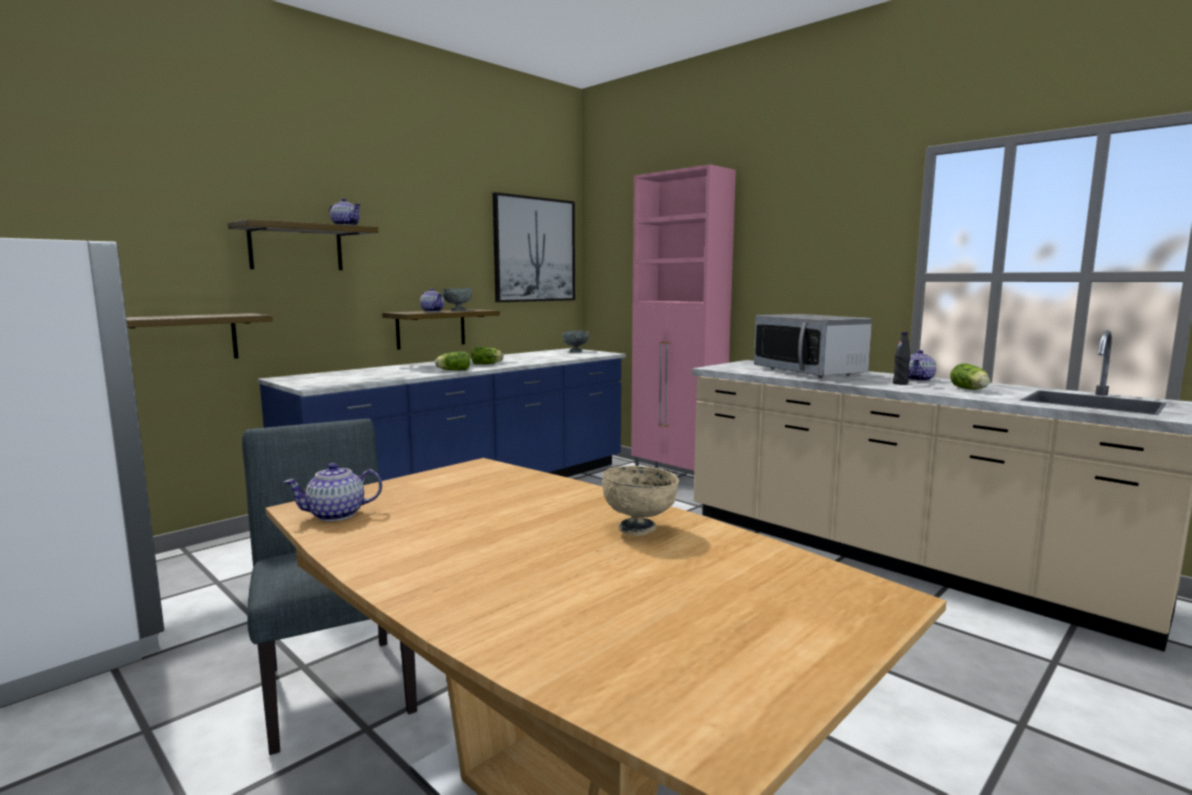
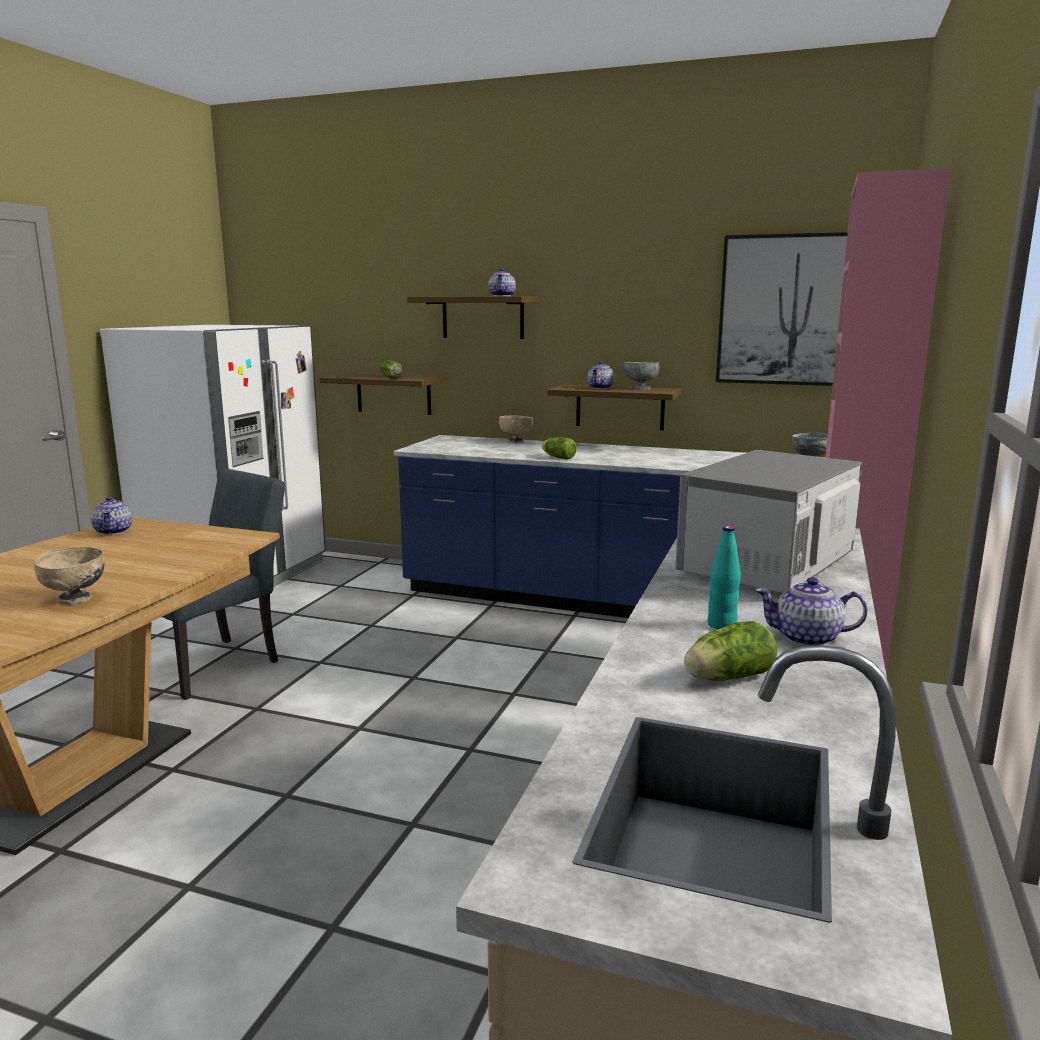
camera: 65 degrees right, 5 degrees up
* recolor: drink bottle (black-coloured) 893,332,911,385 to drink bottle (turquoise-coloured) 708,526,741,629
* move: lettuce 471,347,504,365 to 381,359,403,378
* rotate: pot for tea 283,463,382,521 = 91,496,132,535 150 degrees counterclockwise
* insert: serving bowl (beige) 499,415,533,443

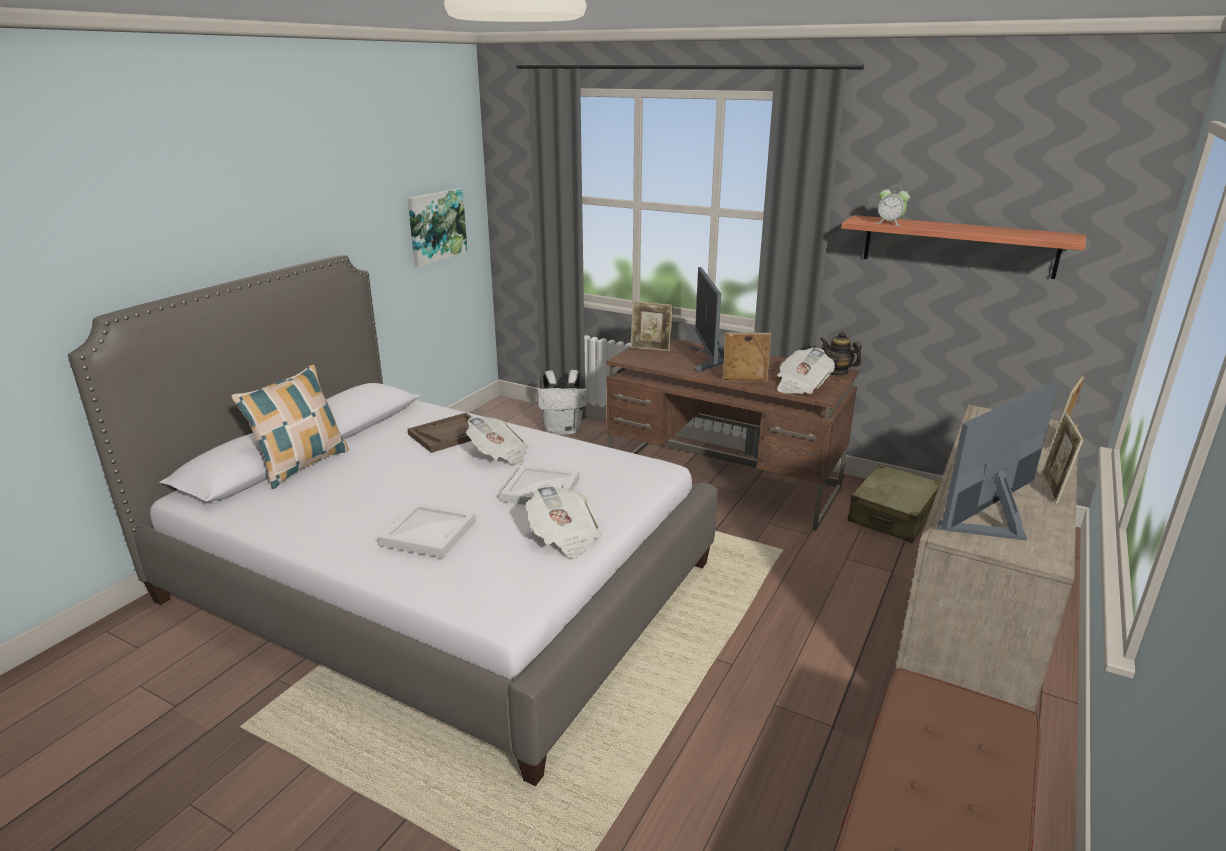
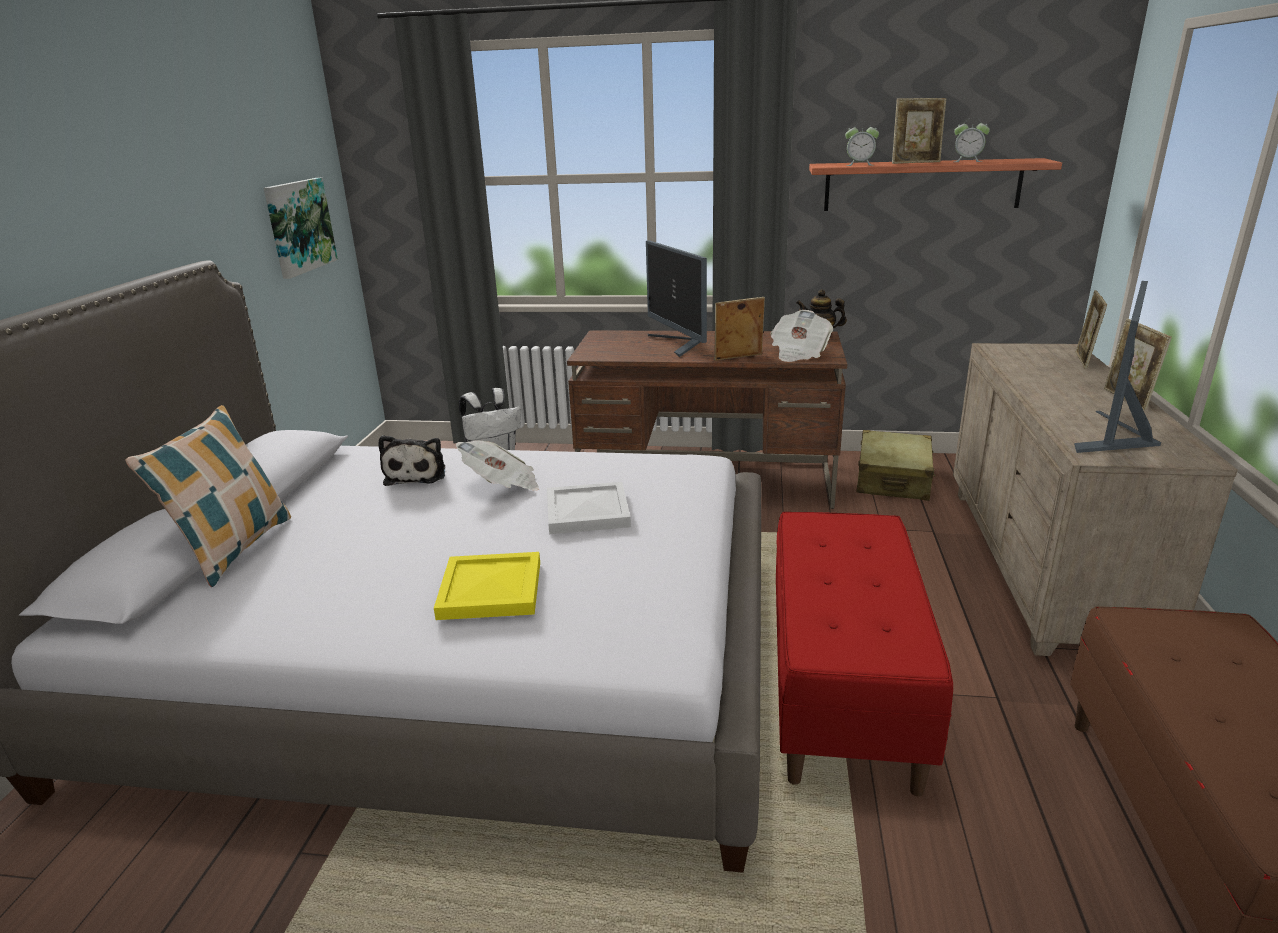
camera: 20 degrees left, 0 degrees up
* move: picture frame 631,301,673,351 to 892,98,946,164
* replace: serving tray (brown-coloured) 408,413,472,453 to cuddly toy 378,435,445,486
* delete: daily paper 526,485,602,558
* recolor: serving tray (white) 379,503,476,558 to serving tray (yellow-coloured) 434,552,540,620
* insert: table clock 954,118,990,162
* insert: bench (red) 776,512,953,797

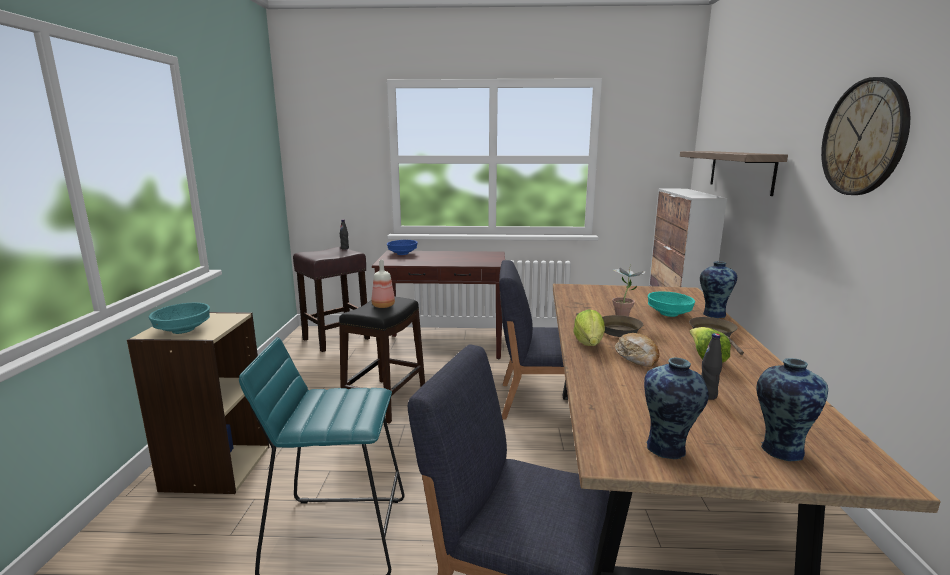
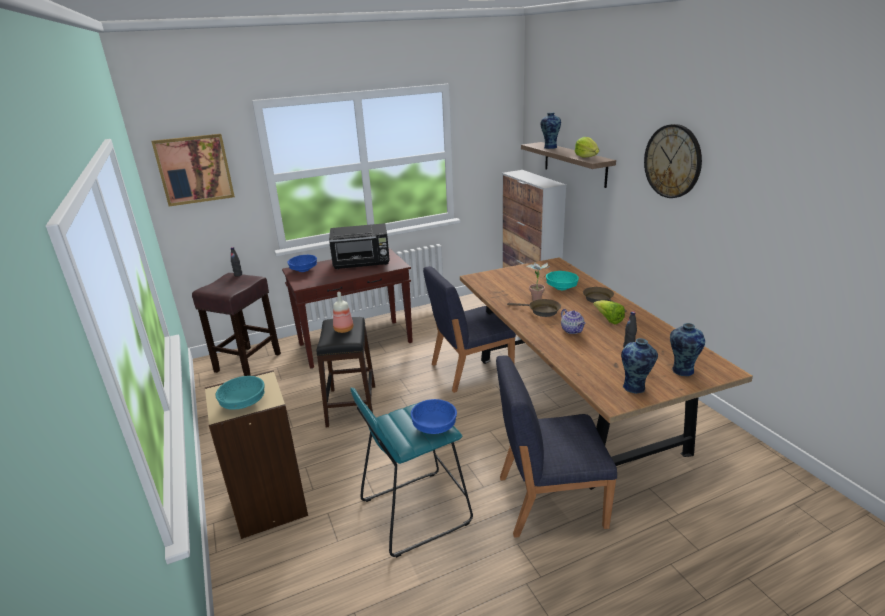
camera: 25 degrees left, 10 degrees up
* move: flower vase 700,261,737,318 to 540,112,561,149
* move: lettuce 573,309,605,346 to 575,137,599,158
* replace: bakery bread 615,333,659,367 to pot for tea 561,309,586,334
* insert: wall art 151,134,235,207
* insert: microwave oven (black-coloured) 329,223,390,269
* insert: serving bowl (blue-coloured) 411,399,457,434

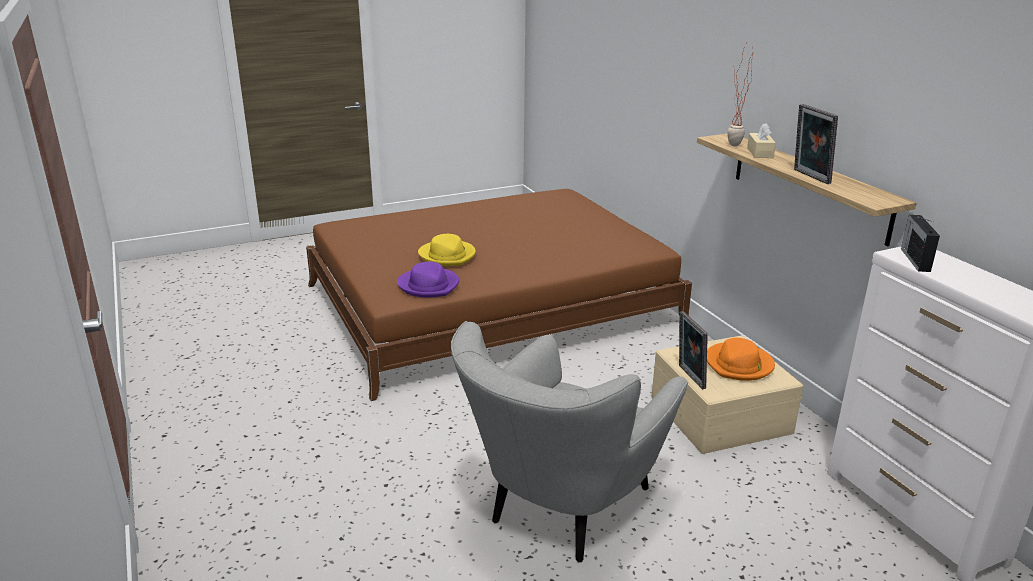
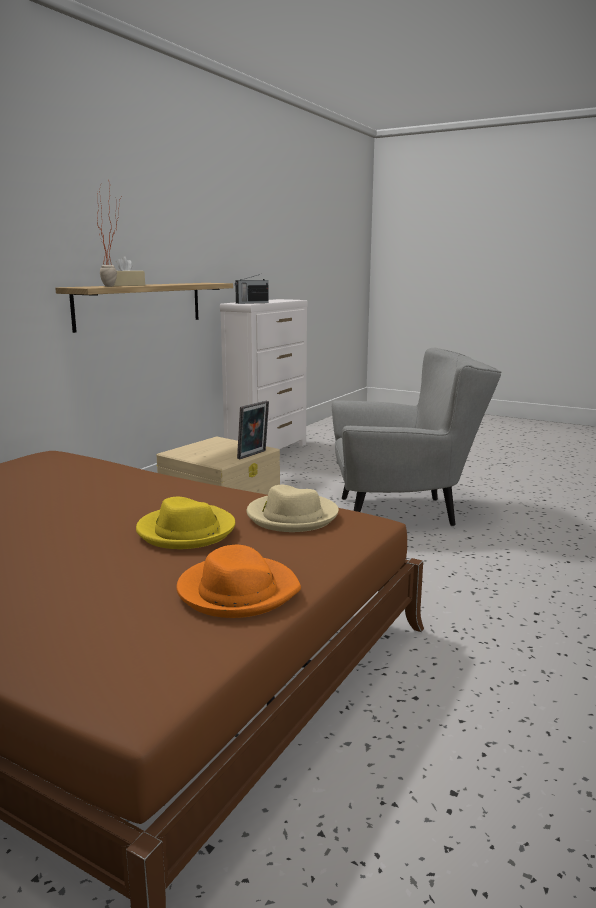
camera: 125 degrees left, 10 degrees down
* delete: picture frame 794,104,838,184
* recolor: wearable hat (purple-coloured) 397,262,459,298 to wearable hat (beige) 247,485,339,532
* move: wearable hat (orange-coloured) 707,337,775,381 to 176,545,301,618

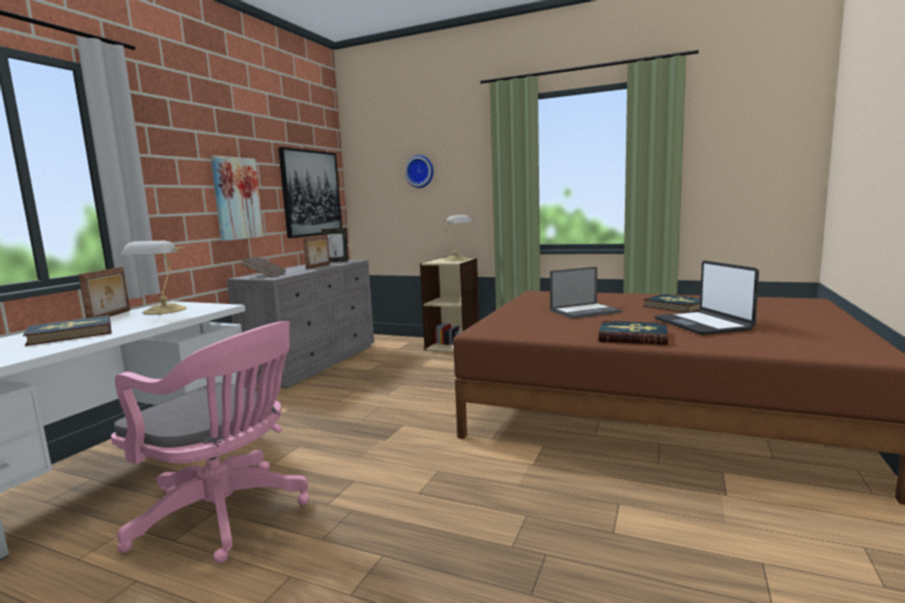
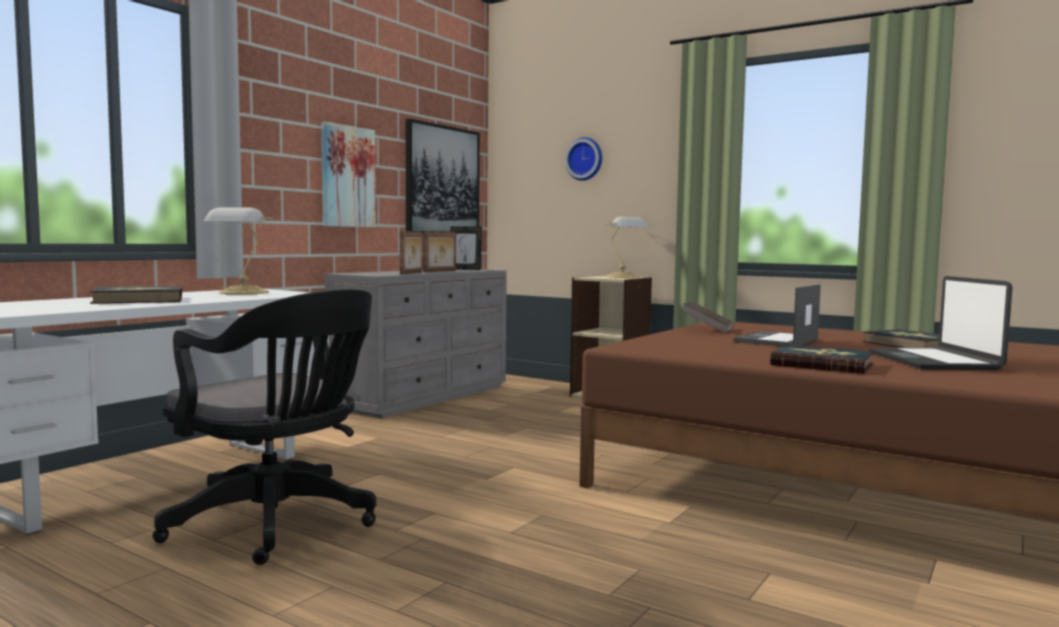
camera: 10 degrees right, 5 degrees down
* move: volume (brown-coloured) 242,257,286,277 to 680,301,735,333
* move: picture frame 78,267,130,318 to 400,231,422,275
* rotate: notebook computer 550,267,622,319 = 734,284,821,347 135 degrees clockwise
* recolor: computer chair (pink-coloured) 111,321,309,564 to computer chair (black-coloured) 152,289,376,565

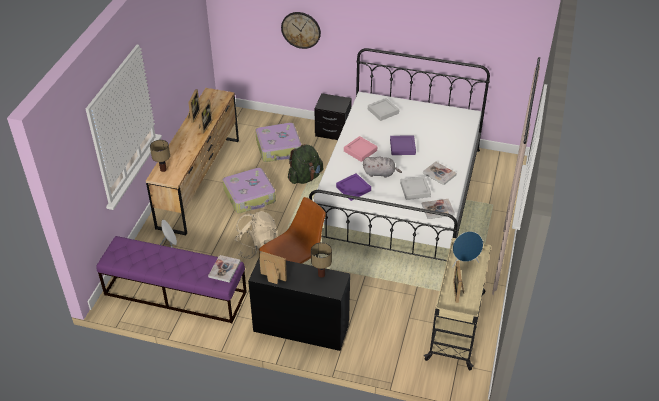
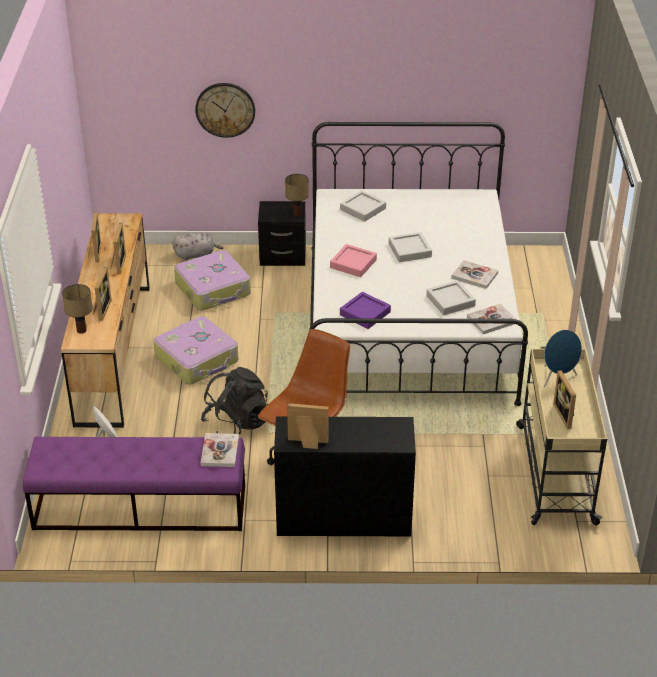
camera: 15 degrees left, 5 degrees down
* recolor: serving tray (purple-coloured) 390,136,416,155 to serving tray (grey) 389,232,432,262
* delete: rucksack (green-coloured) 288,144,323,184
* move: cuddly toy (grey) 363,157,402,178 to 172,233,223,261
* recolor: rucksack (beige) 235,211,278,259 to rucksack (black-coloured) 201,367,268,434
* move: tabletop lamp 311,243,332,278 to 285,174,309,217
* insert: picture frame 92,267,112,321

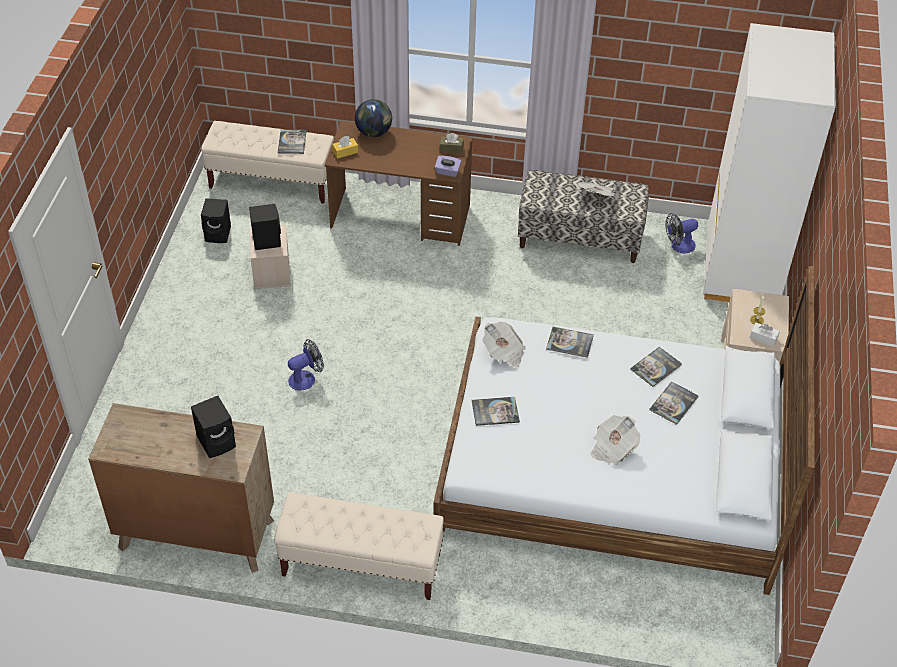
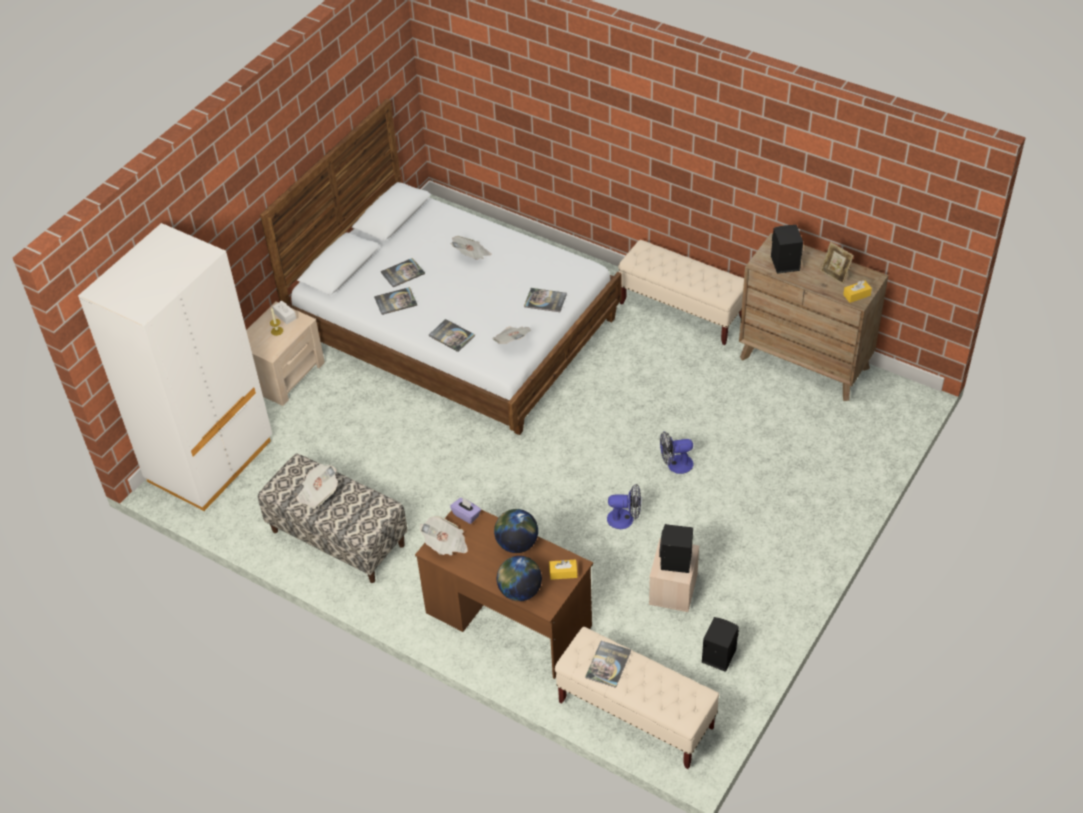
camera: 155 degrees left, 0 degrees up
* replace: box of tissues (brown-coloured) 440,133,464,153 to daily paper 420,516,468,556
* move: cooling fan 665,213,698,253 to 607,484,641,529
* insert: picture frame 820,242,854,284
* insert: box of tissues (yellow-coloured) 843,281,872,303
* insert: world globe 494,509,538,553

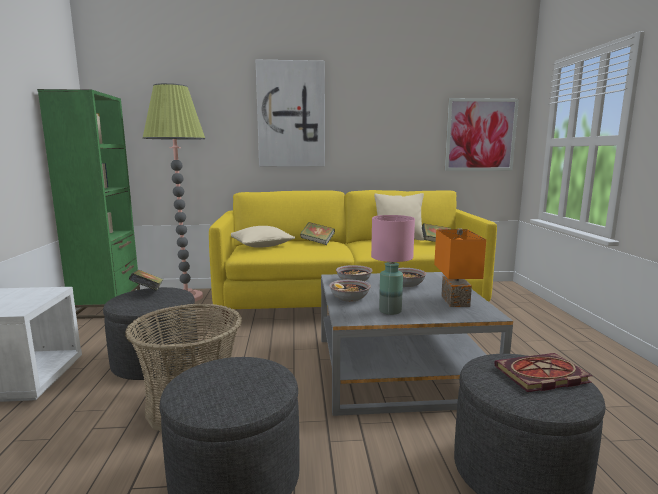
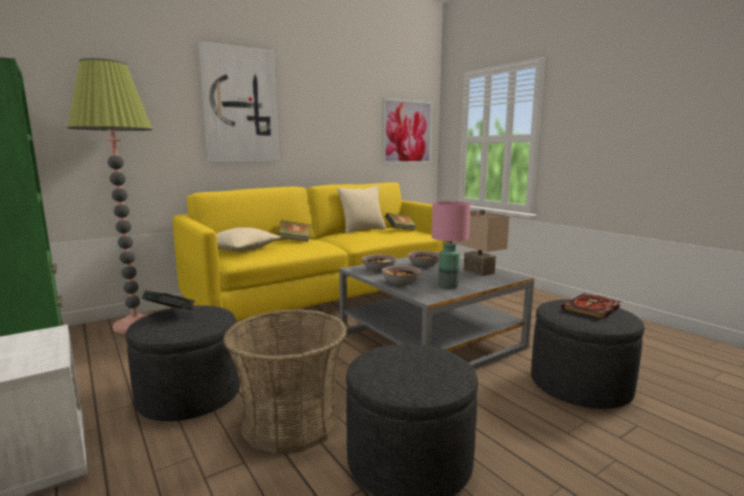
camera: 30 degrees left, 0 degrees up
* recolor: tabletop lamp (orange-coloured) 434,229,486,307 to tabletop lamp (beige) 455,210,509,276

